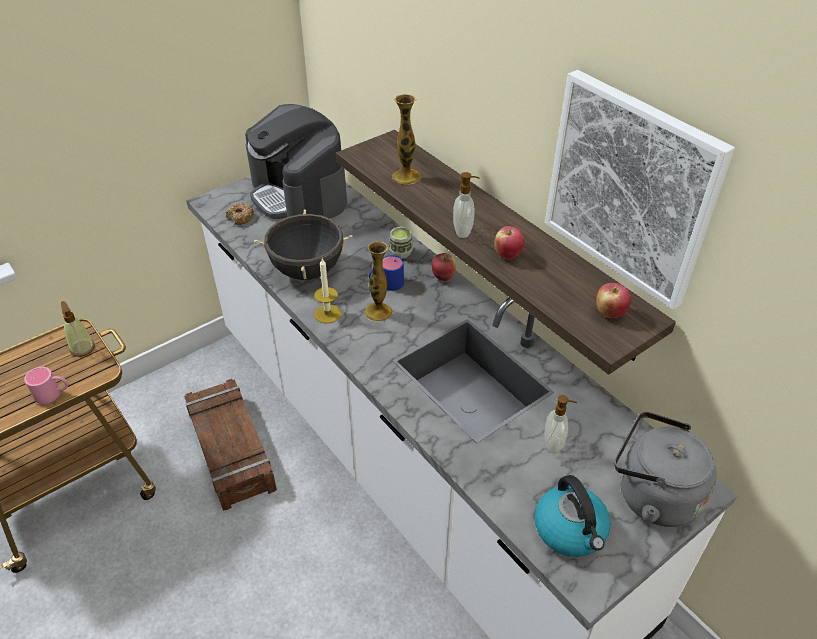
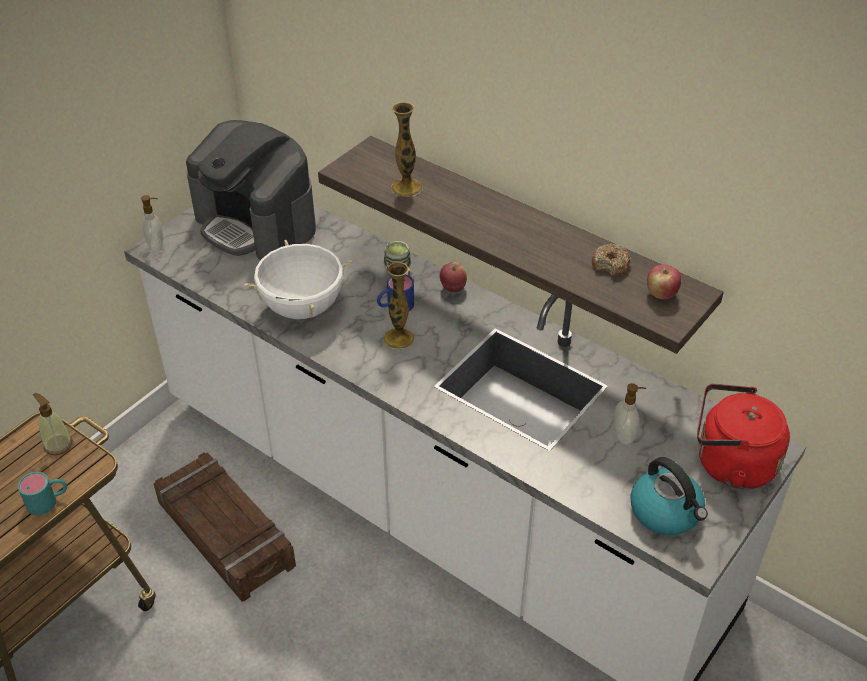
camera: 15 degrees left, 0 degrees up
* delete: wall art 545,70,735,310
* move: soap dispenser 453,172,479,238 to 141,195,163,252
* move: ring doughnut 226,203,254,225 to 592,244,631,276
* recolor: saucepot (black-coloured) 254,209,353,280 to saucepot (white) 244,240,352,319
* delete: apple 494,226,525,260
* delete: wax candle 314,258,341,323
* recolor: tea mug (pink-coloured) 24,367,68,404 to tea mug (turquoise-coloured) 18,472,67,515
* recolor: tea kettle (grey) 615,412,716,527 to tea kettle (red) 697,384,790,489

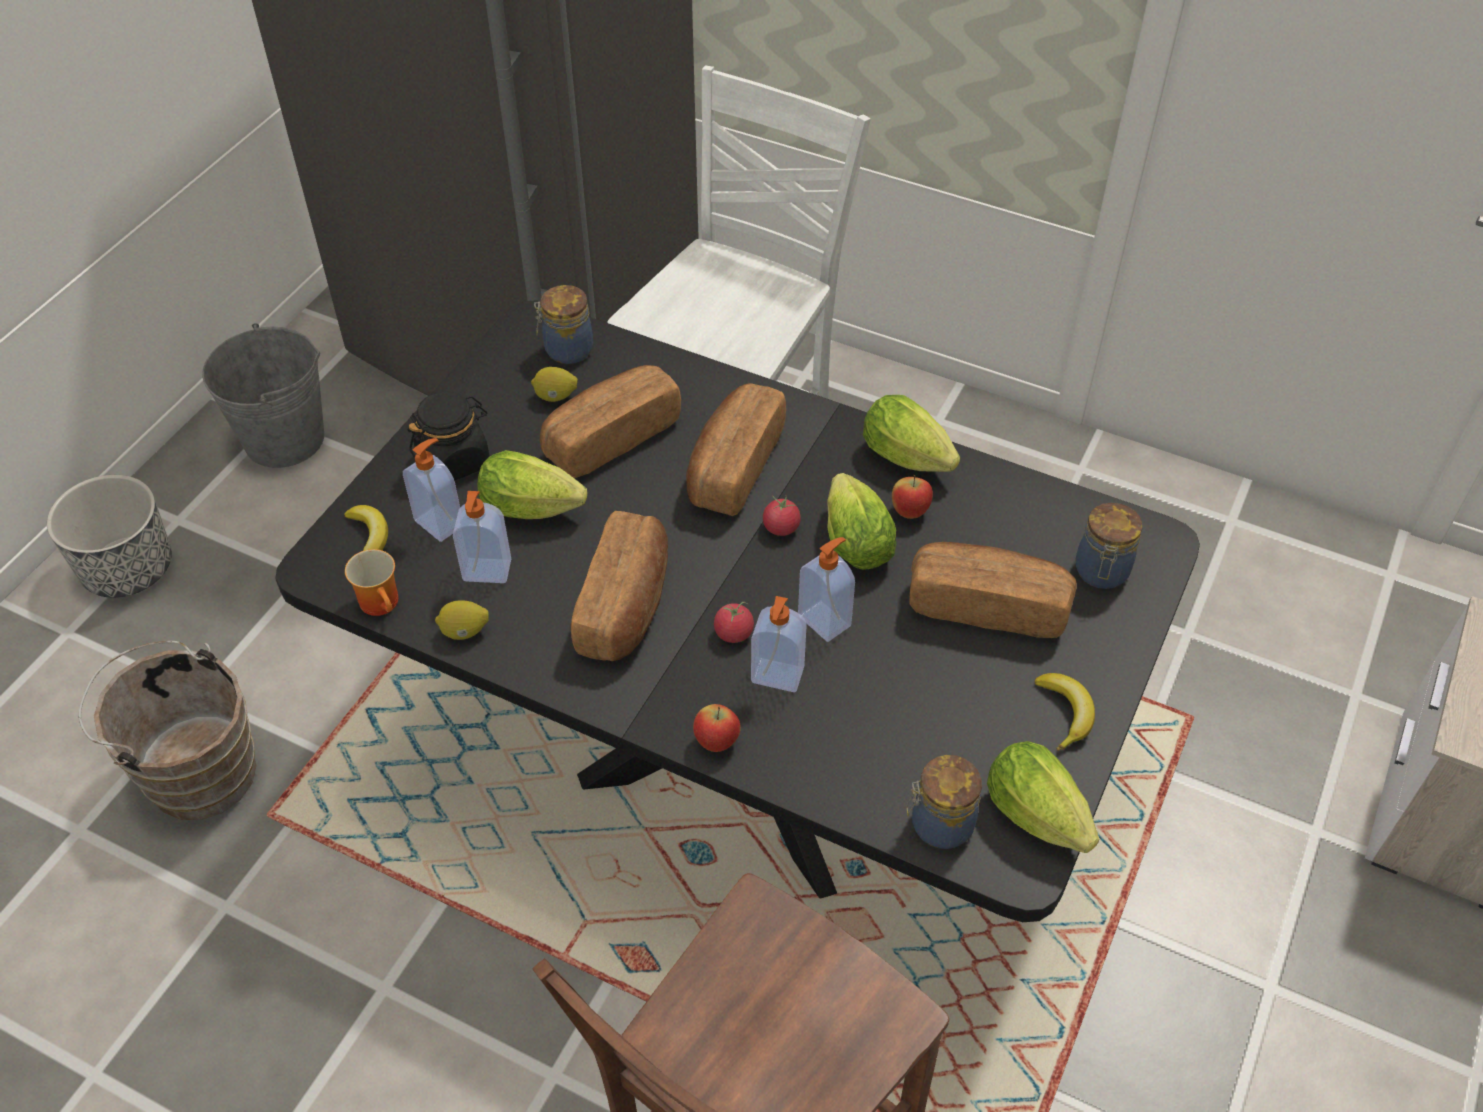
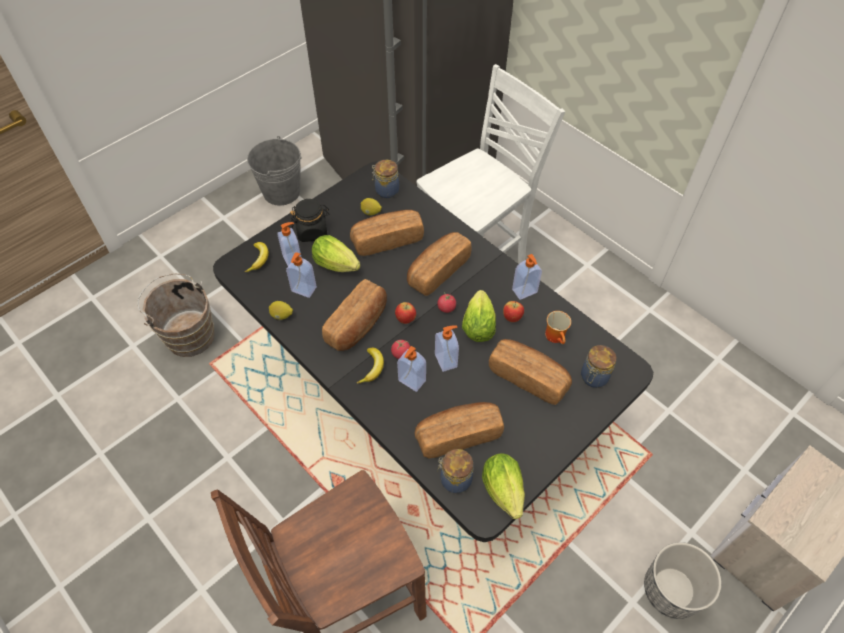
camera: 20 degrees right, 5 degrees up
* replace: lettuce 863,395,960,472 to soap dispenser 512,254,542,300
* move: planter 47,475,172,598 to 644,542,721,619
* move: tea mug 345,549,398,616 to 545,311,571,344
* move: banana fruit 1035,673,1095,751 to 357,348,384,384
* move: apple 693,704,741,752 to 395,302,416,324
* insert: bakery bread 415,402,504,459

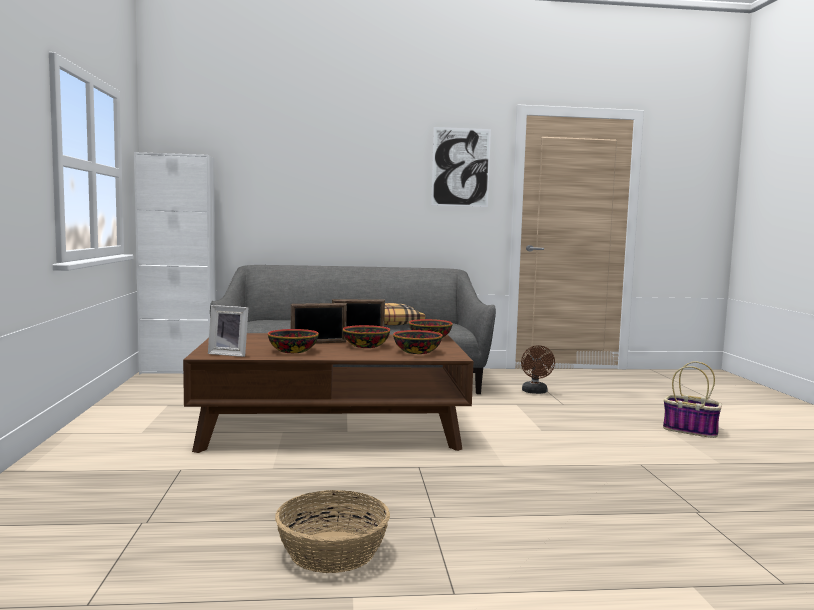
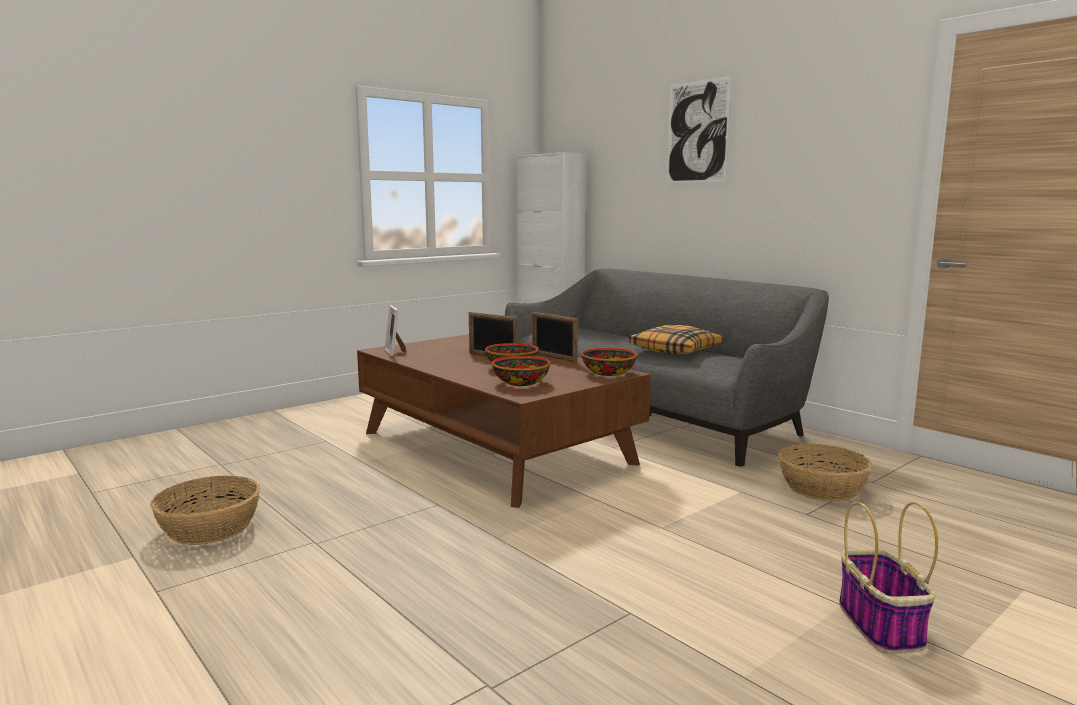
camera: 55 degrees right, 5 degrees up
* move: wall art 431,127,491,207 to 667,76,731,183
* delete: serving bowl 268,329,319,353
* replace: cooling fan (brown-coloured) 521,345,555,394 to household basket 778,444,873,501

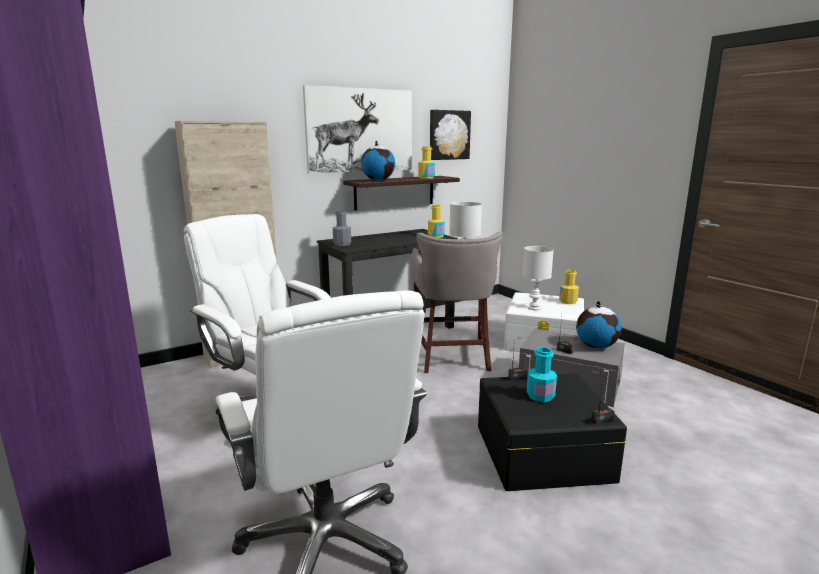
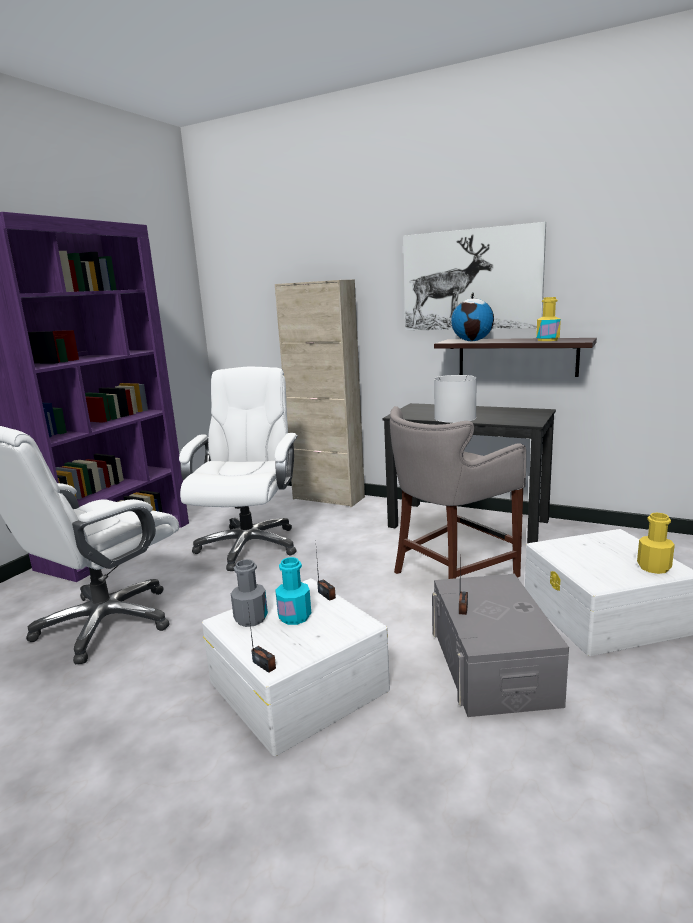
camera: 60 degrees right, 0 degrees up
* delete: wall art 430,110,471,160
* delete: drink bottle (yellow-coloured) 428,205,445,238
* move: drink bottle (grey) 333,210,351,246 to 231,559,268,627
* delete: tabletop lamp (white) 522,246,554,310
* delete: world globe 576,301,621,349
* recolor: storage box (black-coloured) 478,374,627,491 to storage box (white) 202,578,390,756

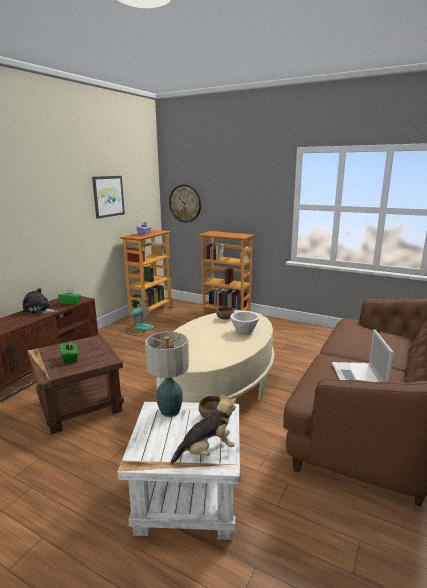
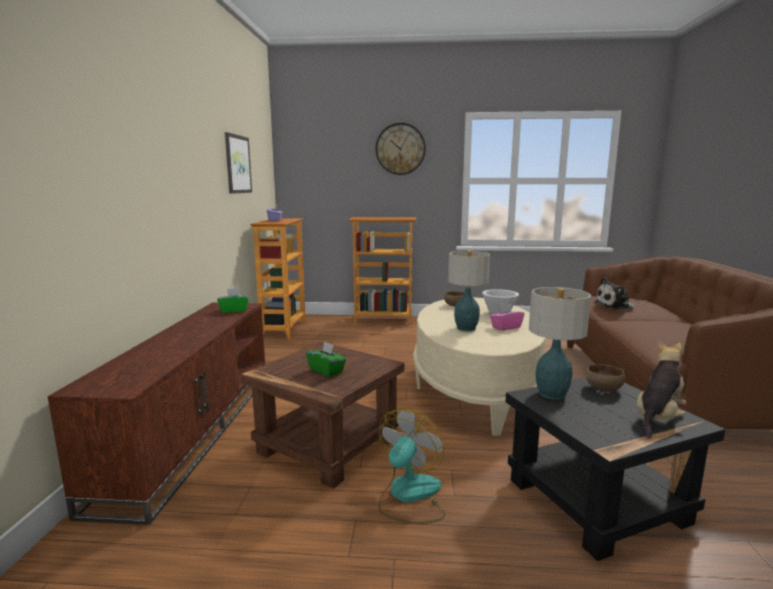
camera: 25 degrees left, 5 degrees down
* move: wall clock 169,184,201,222 to 376,123,426,175
* move: cuddly toy 22,288,57,315 to 594,278,636,310
* move: cooling fan 125,297,154,336 to 379,409,445,524
* delete: notebook computer 332,329,394,382
* recolor: side table (white) 117,402,240,540 to side table (black-coloured) 505,377,726,561
* insert: tabletop lamp 448,250,490,331
* insert: box of tissues (pink-coloured) 490,304,525,331

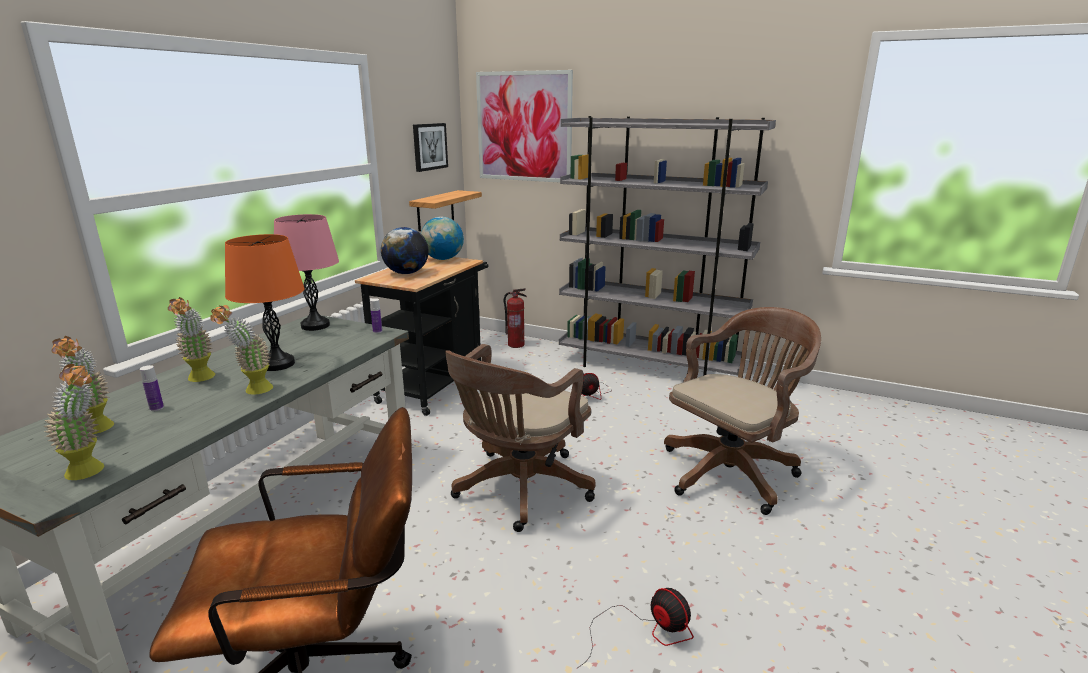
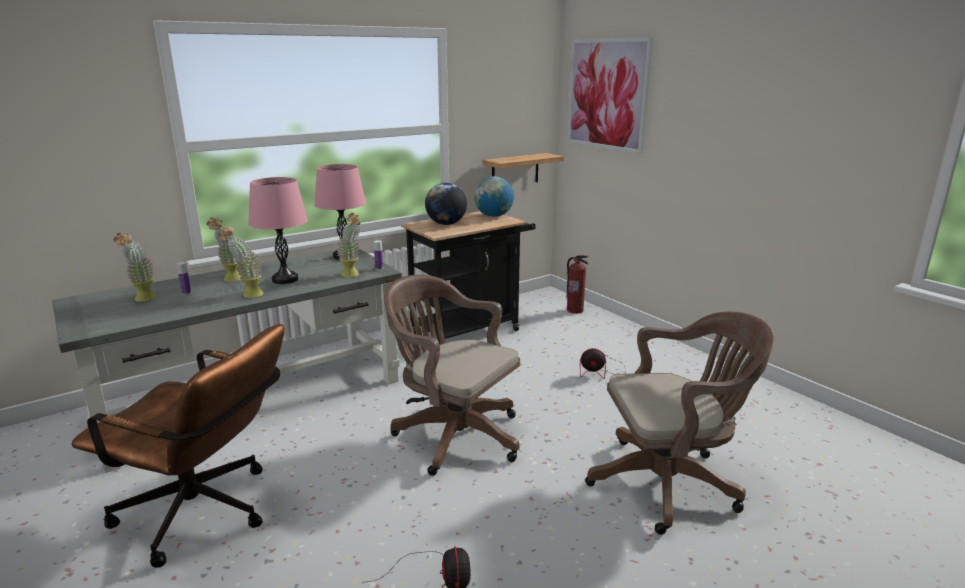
camera: 30 degrees right, 0 degrees up
* delete: bookshelf (grey) 559,116,776,376
* delete: wall art 413,123,448,172
* recolor: tabletop lamp (orange-coloured) 225,234,305,371 to tabletop lamp (pink-coloured) 248,177,308,284
* rotate: computer chair (brown-coloured) 445,344,596,532 = 384,275,520,476 60 degrees clockwise
* move: houseplant 44,364,104,480 to 337,213,360,277

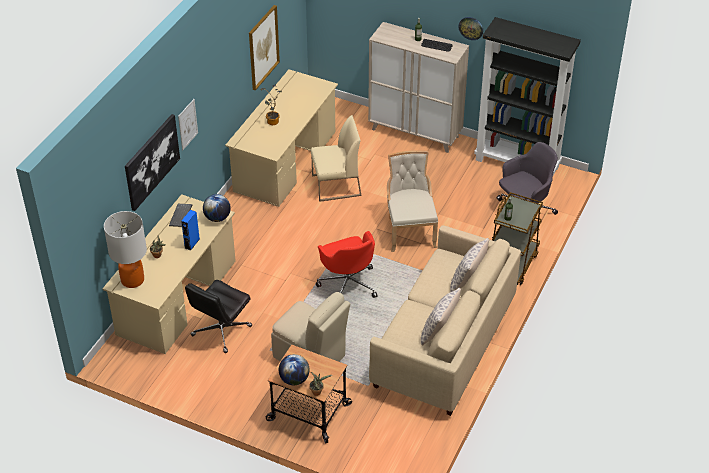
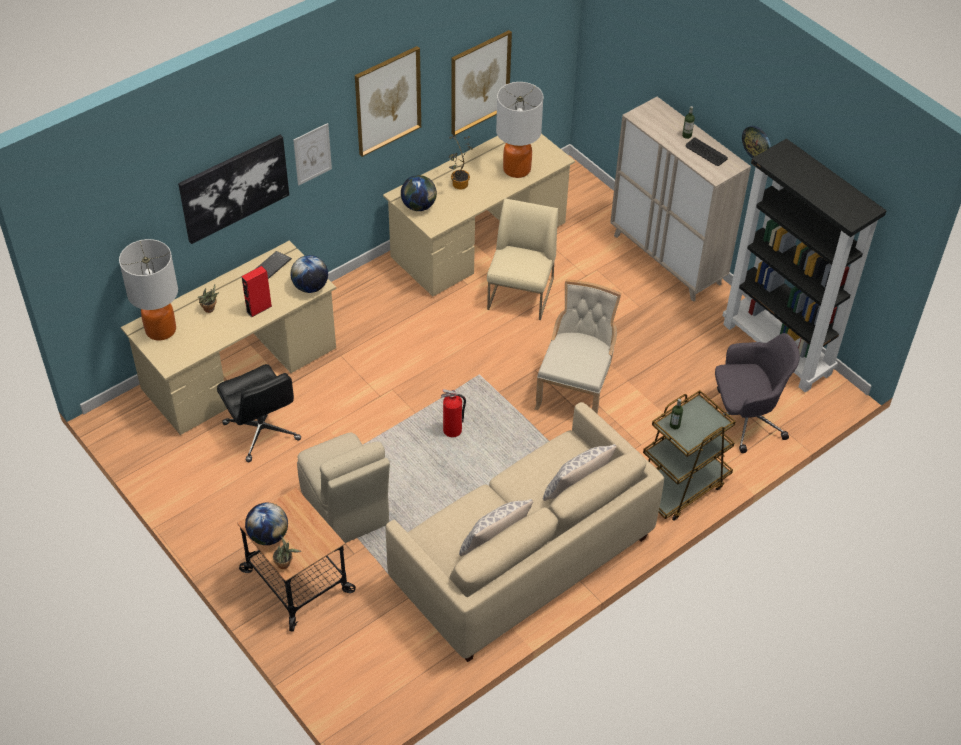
camera: 25 degrees right, 5 degrees up
* rotate: chair (beige) 311,115,362,202 = 487,198,558,320 90 degrees counterclockwise
* recolor: speaker (blue-coloured) 181,210,200,251 to speaker (red) 241,266,272,317
* replace: computer chair (red) 316,231,377,298 to fire extinguisher 441,389,466,437
* rotate: computer chair (black-coloured) 185,280,252,353 = 217,364,301,462 90 degrees counterclockwise
* insert: wall art 355,46,421,157
* insert: tabletop lamp 496,82,544,178
* insert: world globe 401,175,437,211

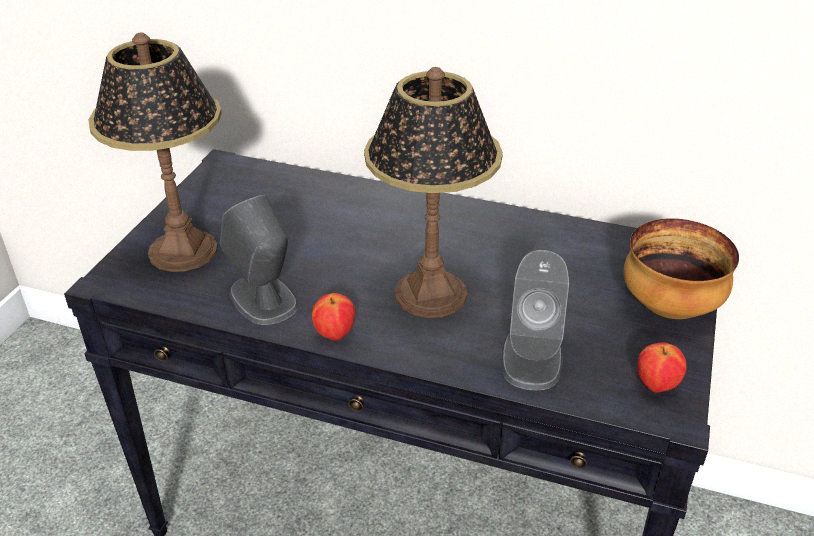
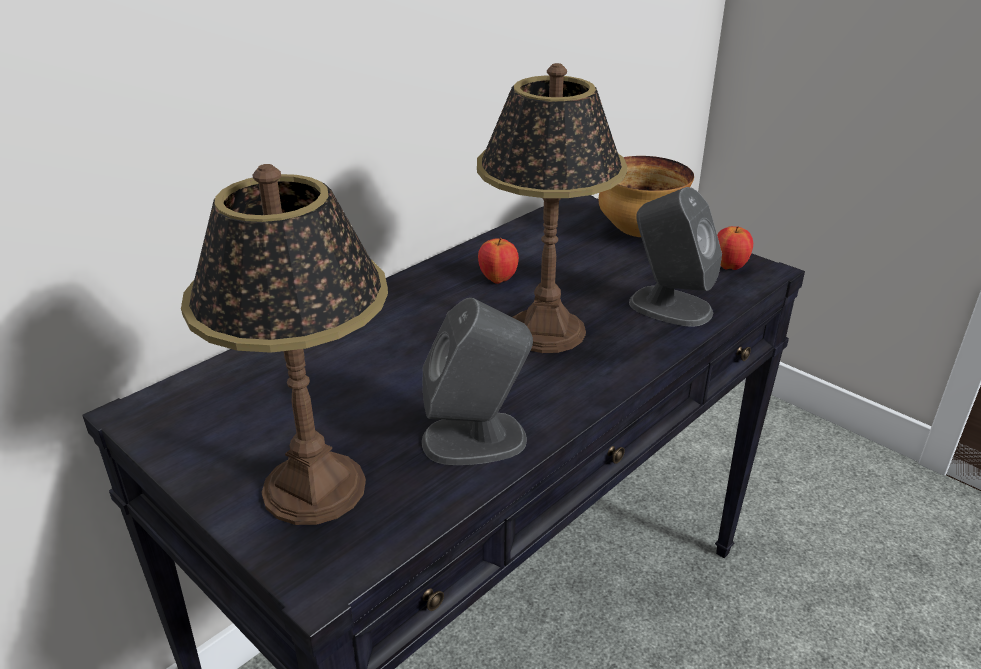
camera: 65 degrees left, 5 degrees down
* move: apple 312,293,355,341 to 478,238,519,284

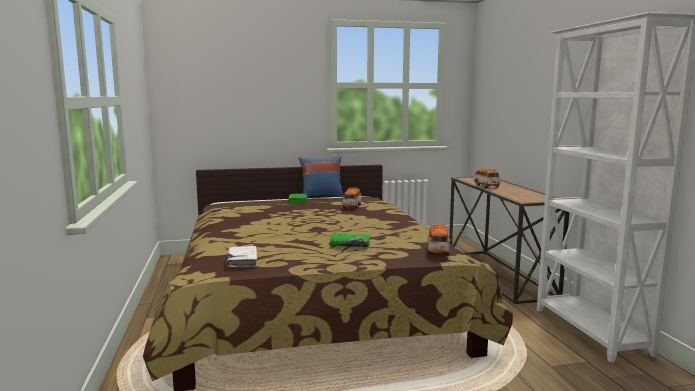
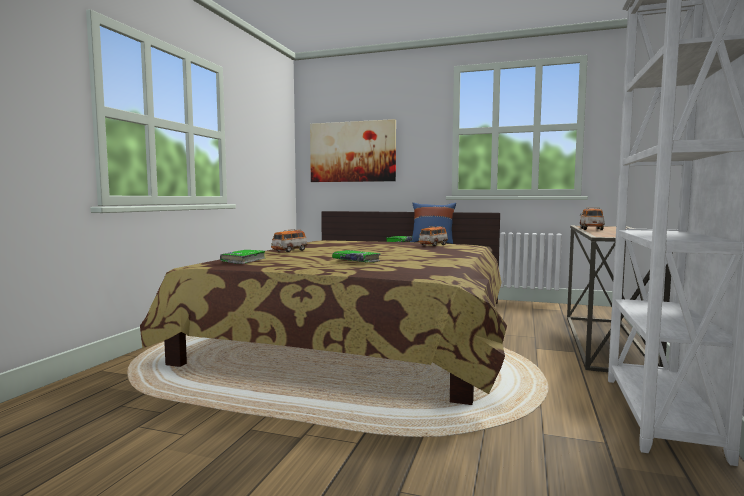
camera: 30 degrees right, 5 degrees down
* move: model car 427,224,451,255 to 271,229,308,252
* recolor: volume (white) 227,246,257,268 to volume (green-coloured) 220,250,265,264
* insert: wall art 310,119,396,182

